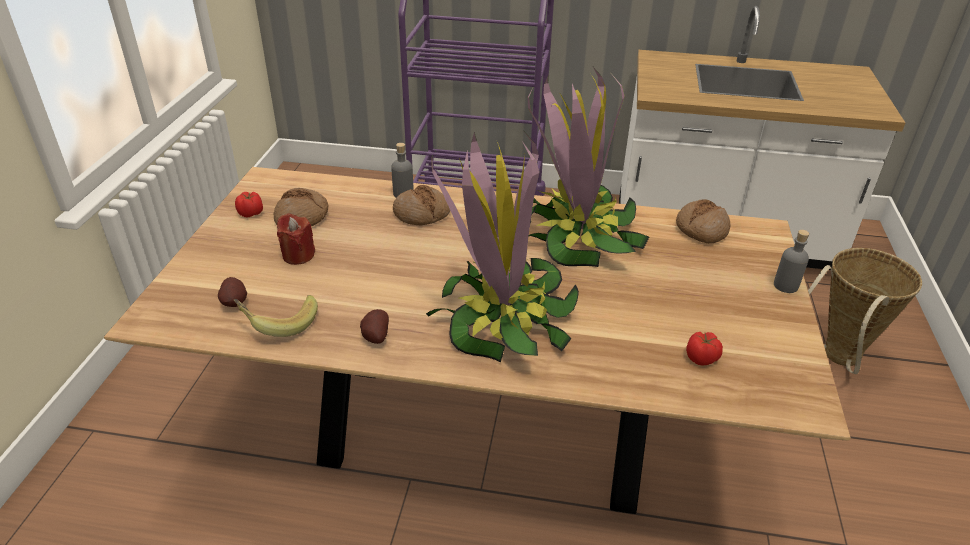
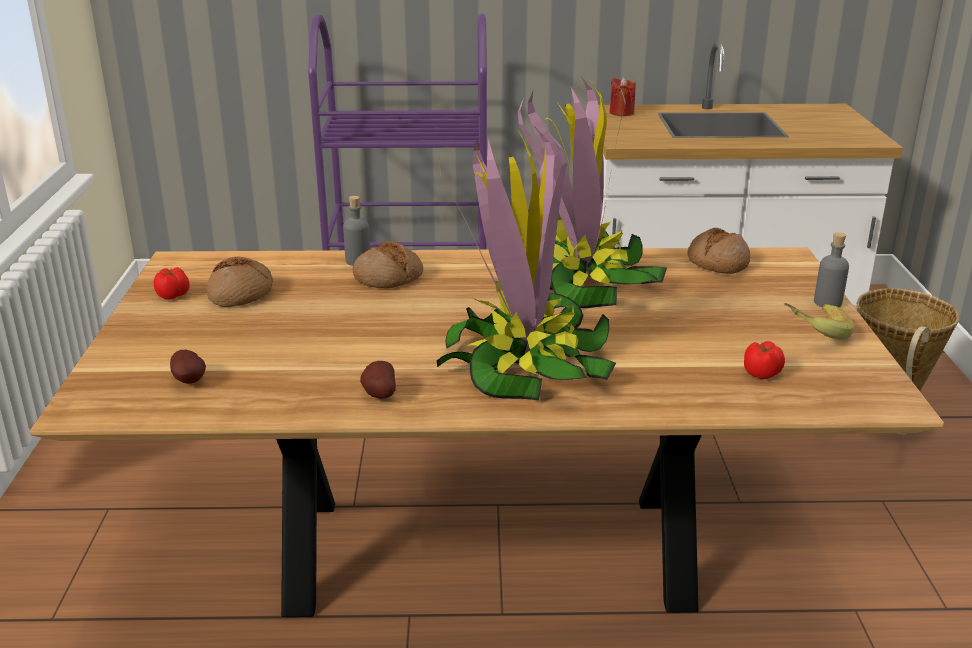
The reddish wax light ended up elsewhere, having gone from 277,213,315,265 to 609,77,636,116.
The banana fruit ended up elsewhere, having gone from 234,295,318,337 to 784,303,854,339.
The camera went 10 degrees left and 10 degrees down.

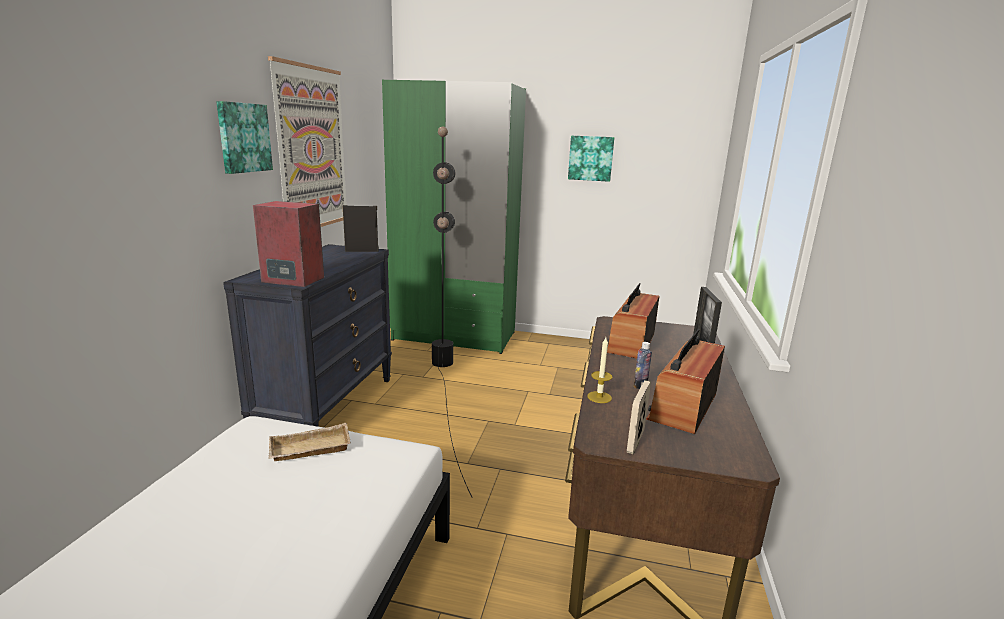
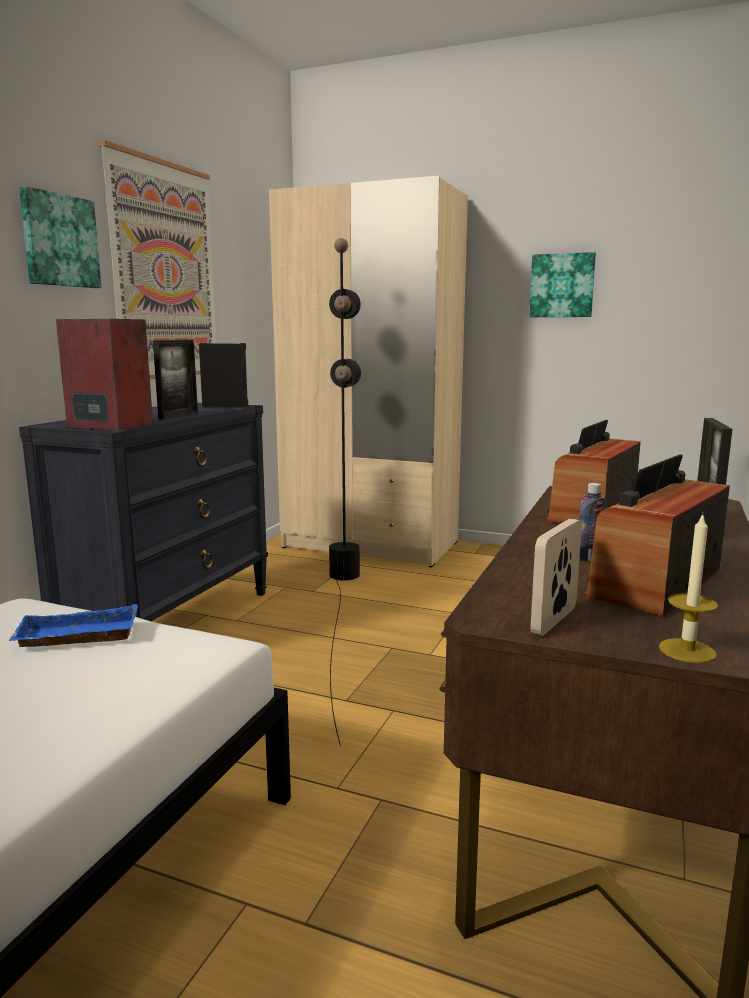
What was the beige tray at 268,423,350,461 turned into the bluish tray at 9,604,138,647.
The second view gained the standing frame at 153,340,198,419.
What was the green-coloured clothes cupboard at 382,80,526,354 turned into the beige clothes cupboard at 269,176,468,567.
The wax light ended up elsewhere, having gone from 587,337,612,403 to 659,512,718,663.
The camera went 10 degrees right and 5 degrees down.

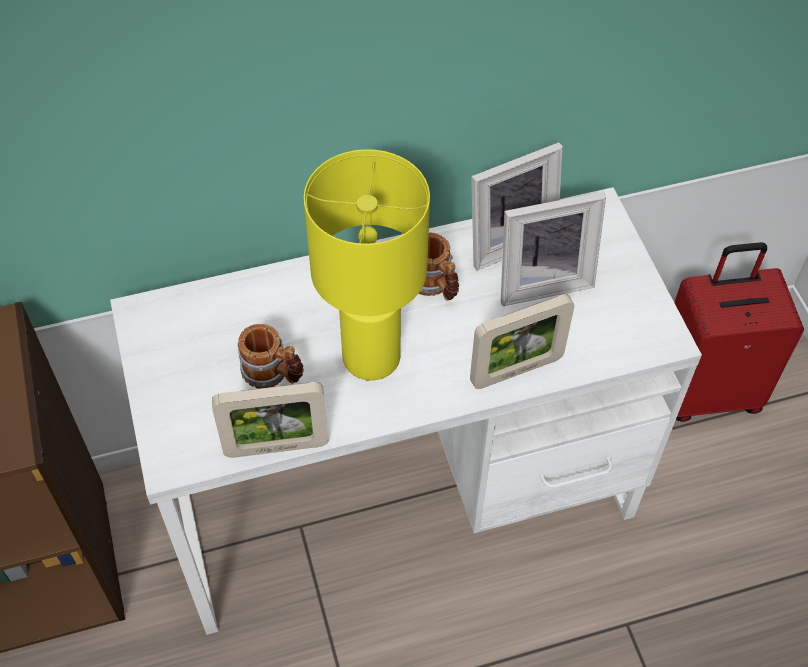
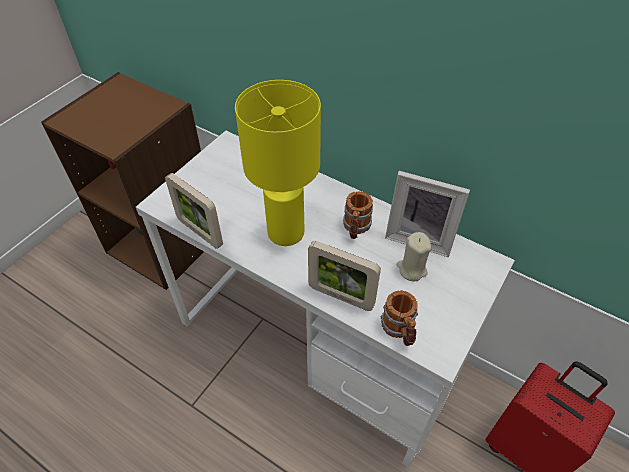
The coffee mug ended up elsewhere, having gone from 238,324,304,389 to 381,290,418,346.
Where the standing frame stood at 501,192,606,306, the beige wax light came to stand at 397,232,432,281.
The camera went 50 degrees right and 5 degrees down.

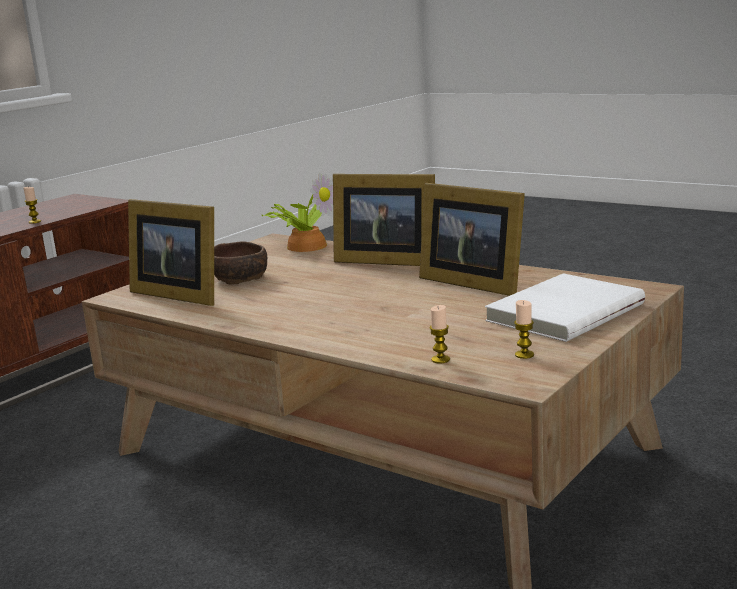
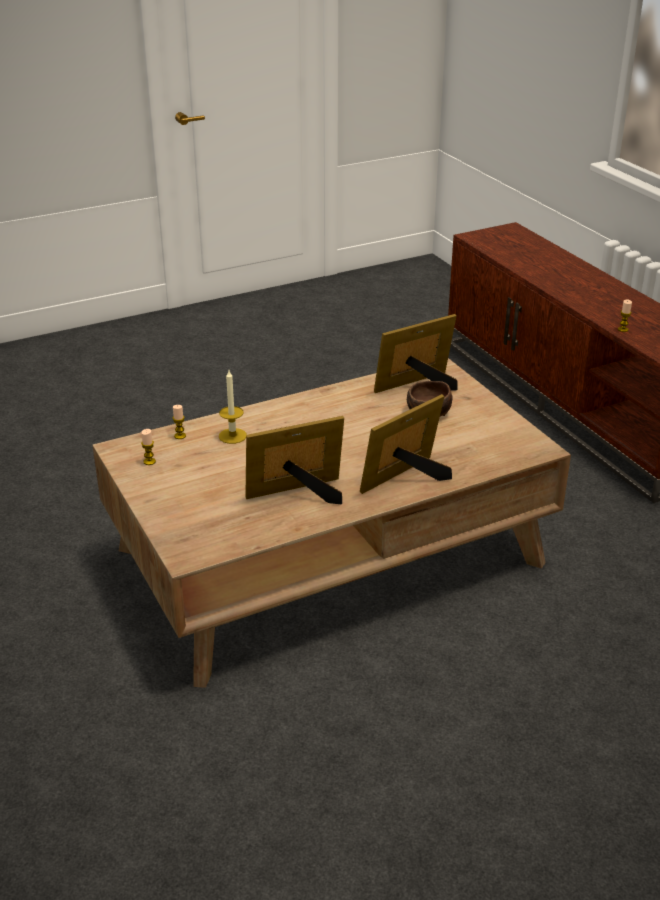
The second view gained the wax light at 219,370,247,444.
The second view lost the houseplant at 261,173,333,252.
The second view lost the whitish book at 485,273,645,342.
The camera went 115 degrees right and 15 degrees up.

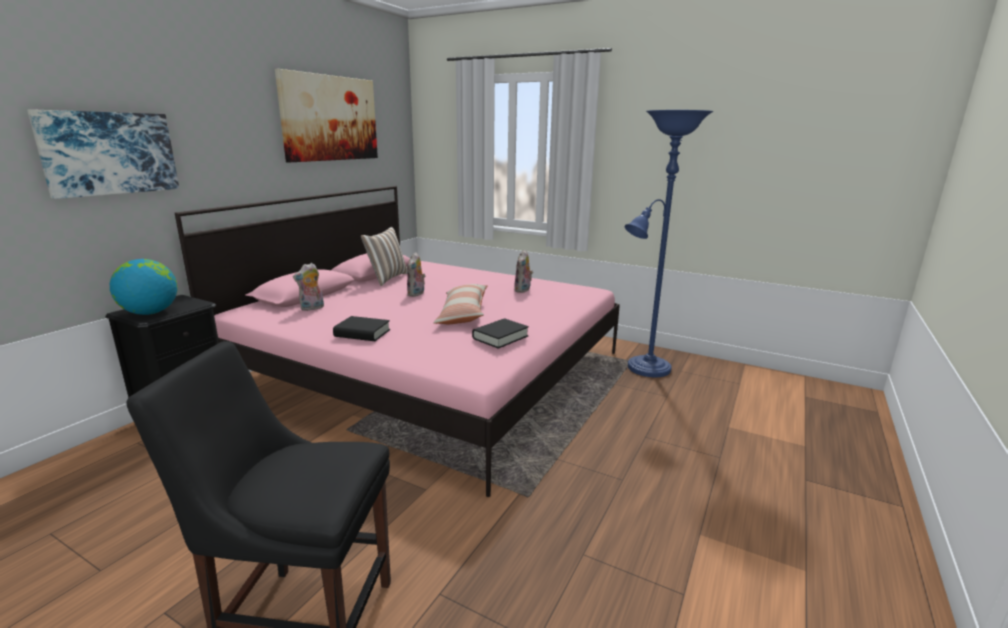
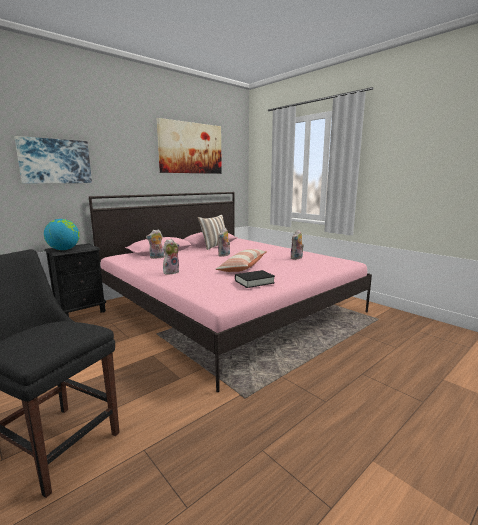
Where the black-coloured book stood at 333,316,390,341, the soft toy came to stand at 163,239,180,275.
The second view lost the bluish standing lamp at 625,110,713,377.
The camera went 20 degrees right and 5 degrees down.

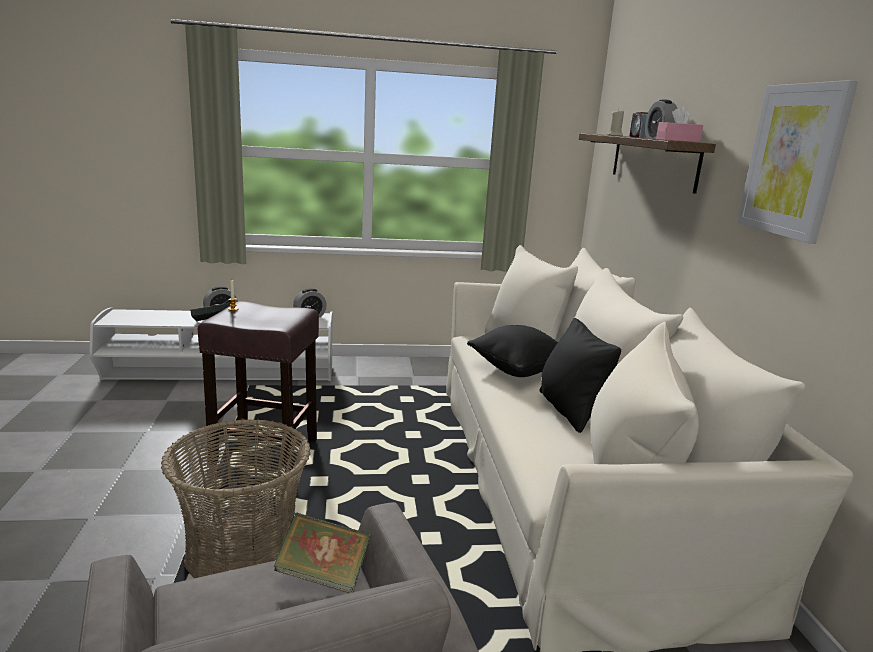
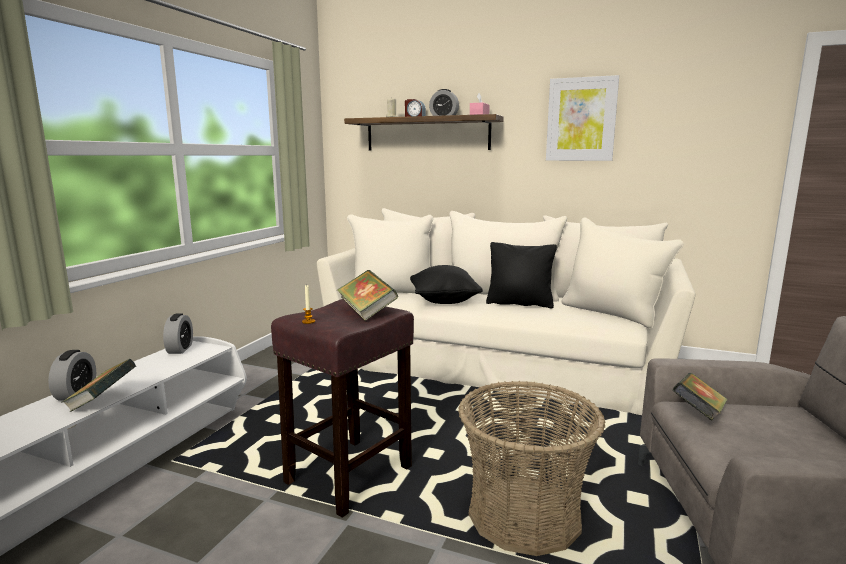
The second view gained the book at 337,270,398,321.
The camera went 60 degrees left and 5 degrees down.

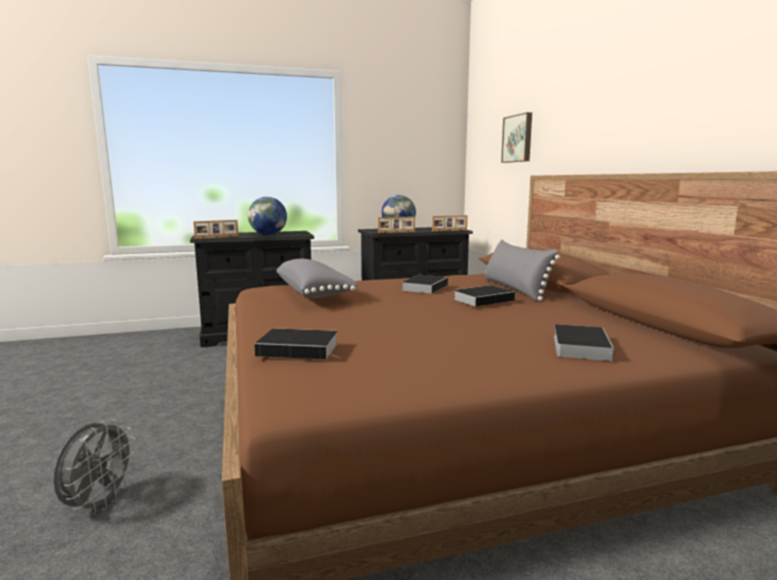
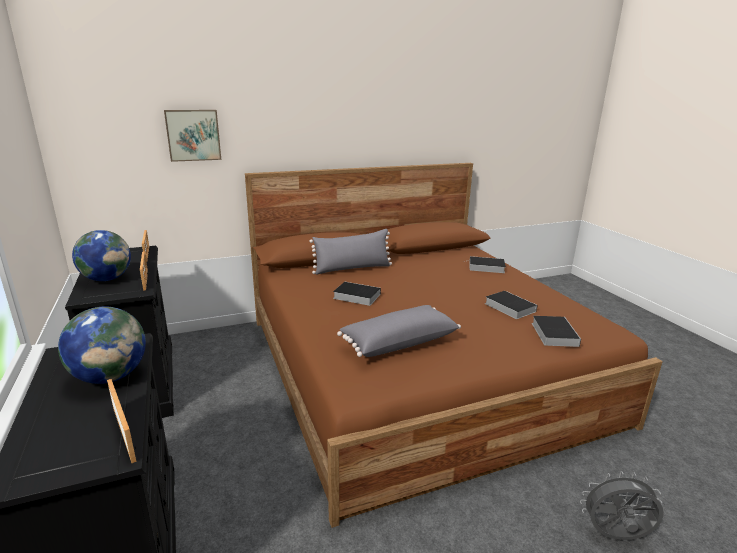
The book ended up elsewhere, having gone from 453,285,515,307 to 485,291,538,319.
The camera went 95 degrees left and 10 degrees up.

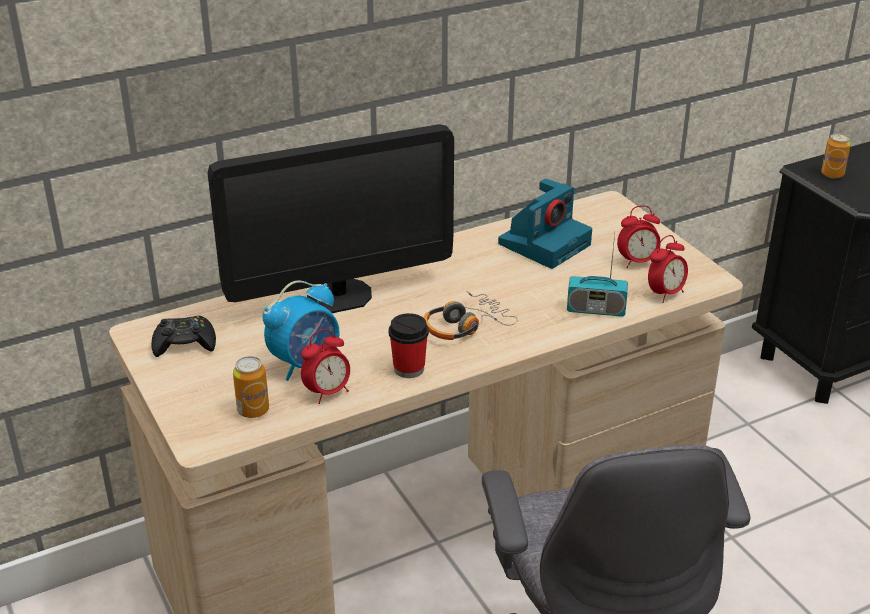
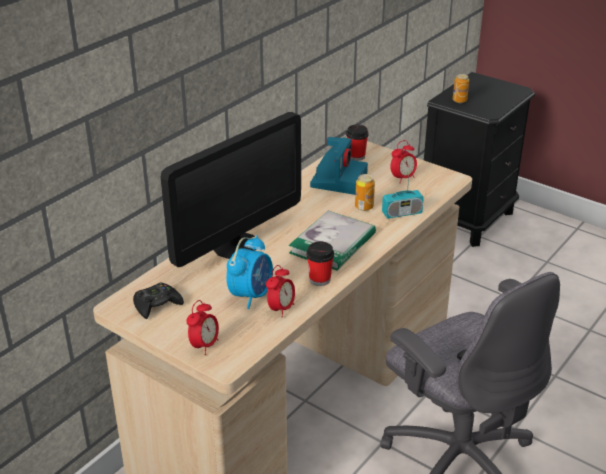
The table clock ended up elsewhere, having gone from 648,235,688,303 to 186,300,219,355.
Where the headphones stood at 424,291,518,340, the book came to stand at 289,211,376,271.
The second view gained the drinking cup at 346,125,369,161.
The can ended up elsewhere, having gone from 233,356,269,418 to 355,174,375,211.
The camera went 25 degrees left and 0 degrees up.

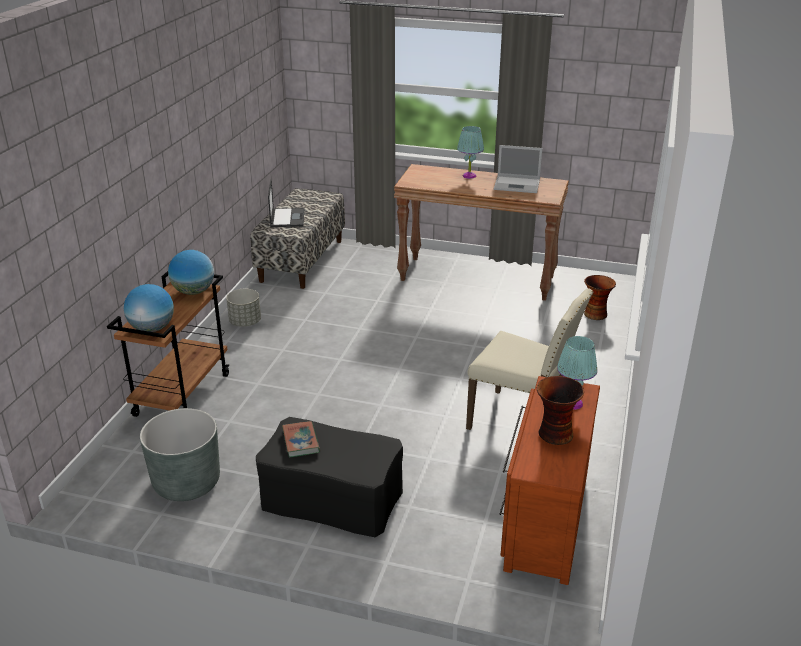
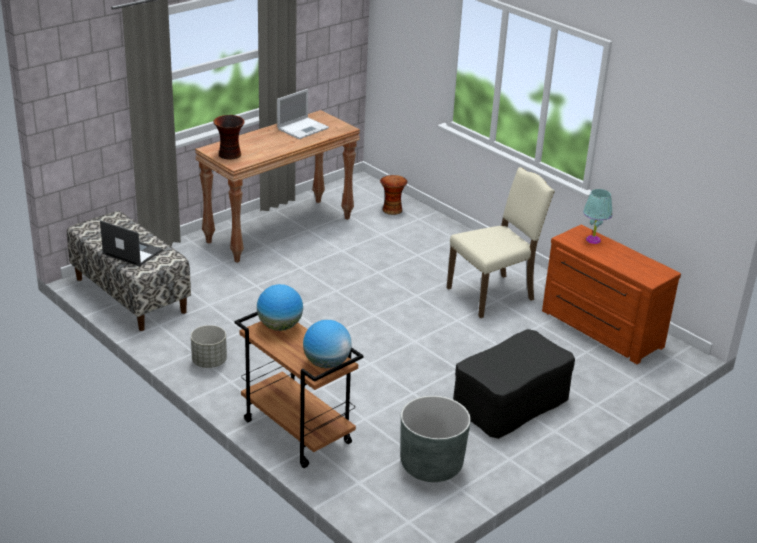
The vase ended up elsewhere, having gone from 537,376,584,445 to 213,115,244,159.
The second view lost the book at 282,421,320,458.
The second view lost the turquoise-coloured lamp for a table at 457,126,484,179.
The camera went 60 degrees left and 0 degrees up.

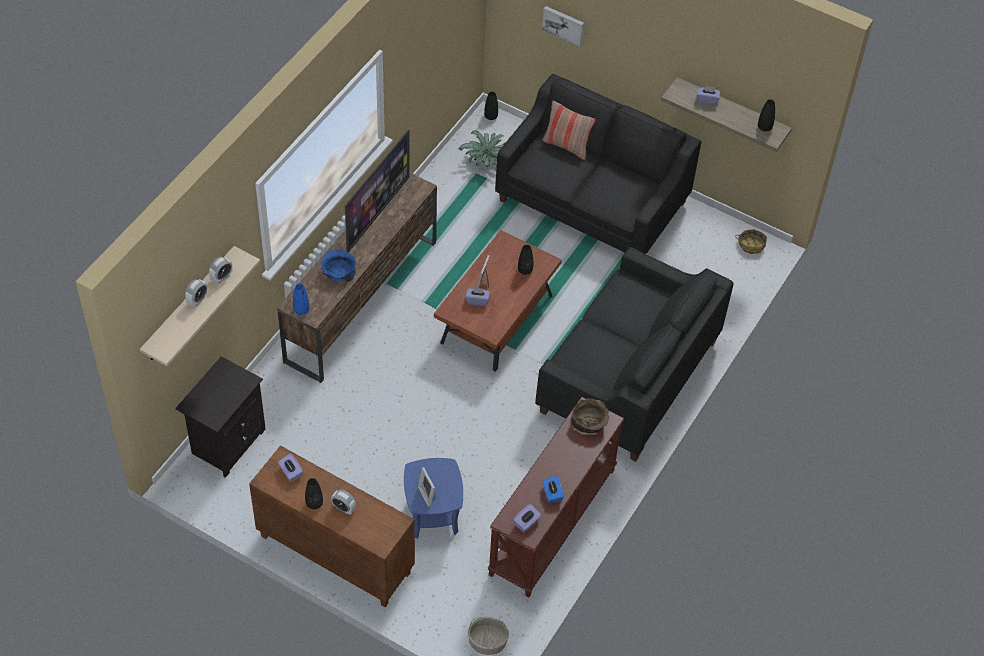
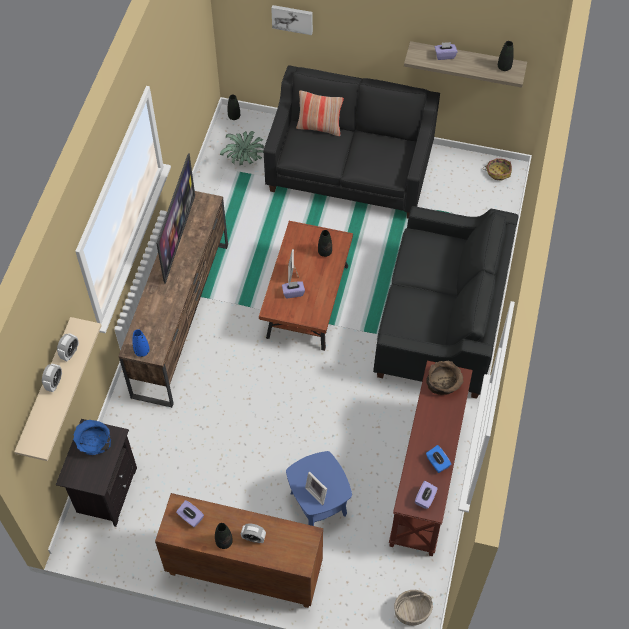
The bluish serving bowl ended up elsewhere, having gone from 321,249,356,282 to 73,420,111,455.
The camera went 15 degrees left and 5 degrees up.

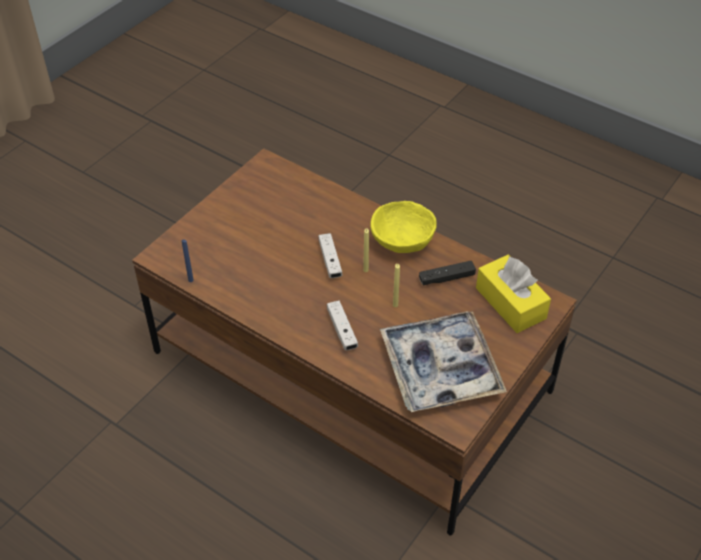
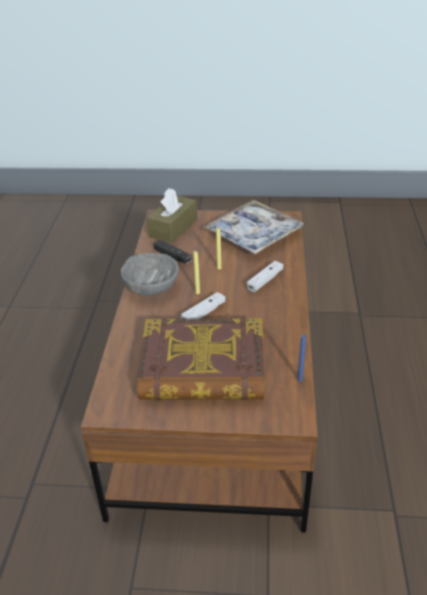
What was the yellowish serving bowl at 370,201,437,253 turned into the greyish serving bowl at 121,253,179,296.
The second view gained the book at 137,317,264,400.
What was the yellowish box of tissues at 476,255,551,333 turned into the brown-coloured box of tissues at 147,188,197,243.
The camera went 120 degrees left and 10 degrees down.

